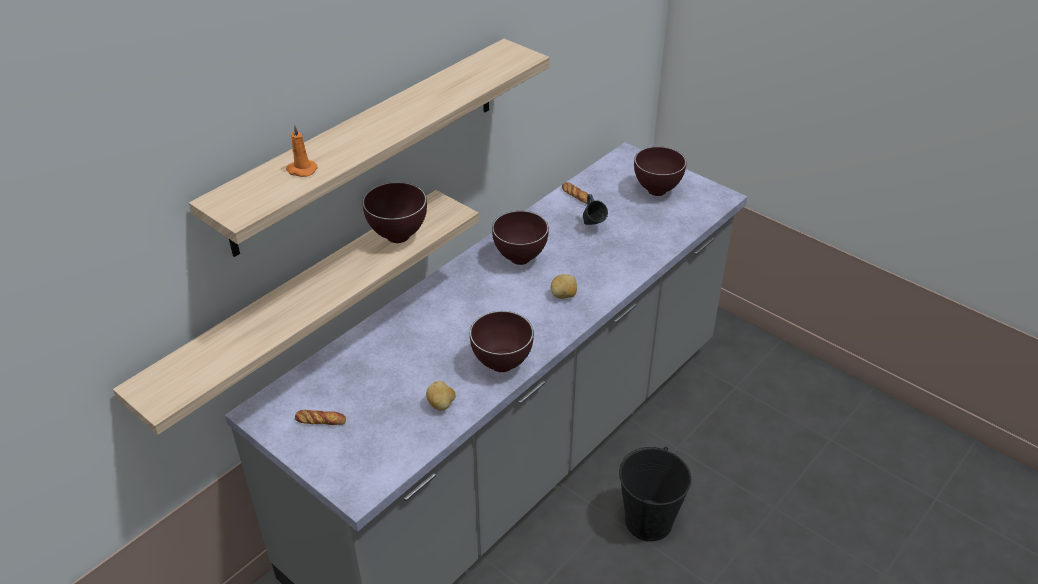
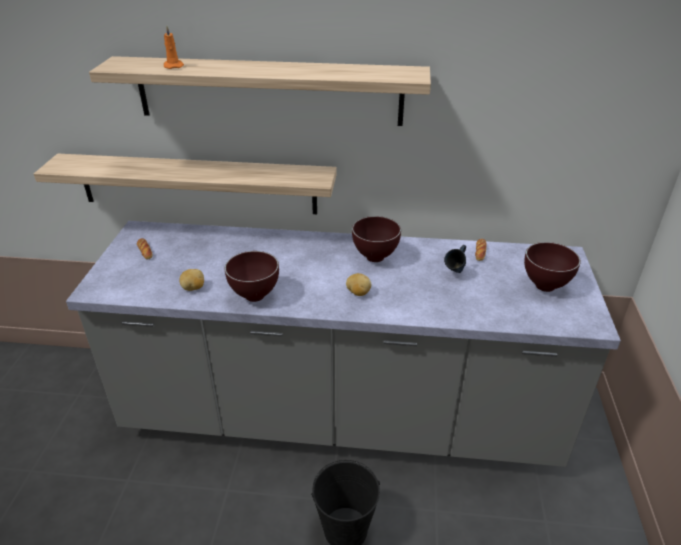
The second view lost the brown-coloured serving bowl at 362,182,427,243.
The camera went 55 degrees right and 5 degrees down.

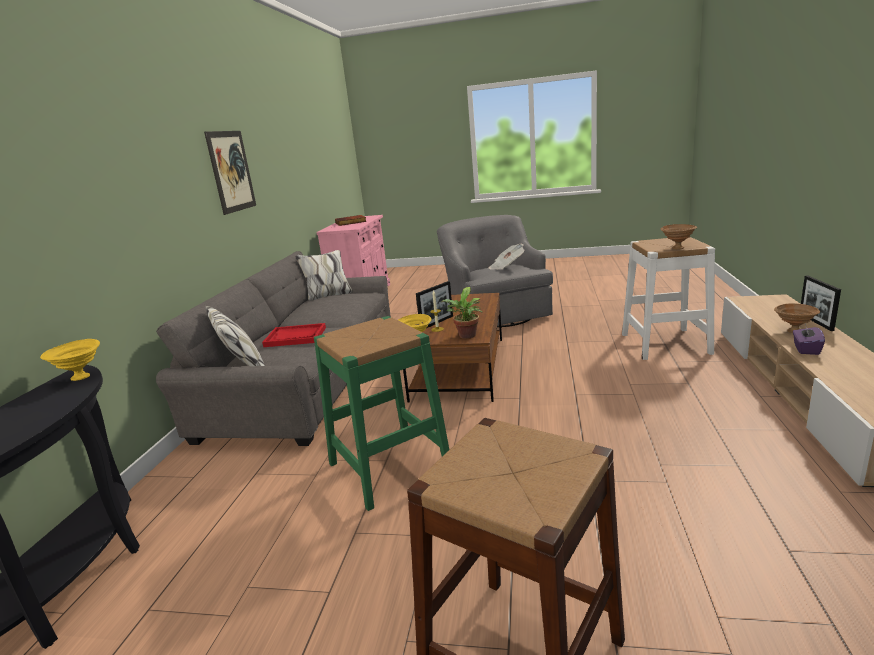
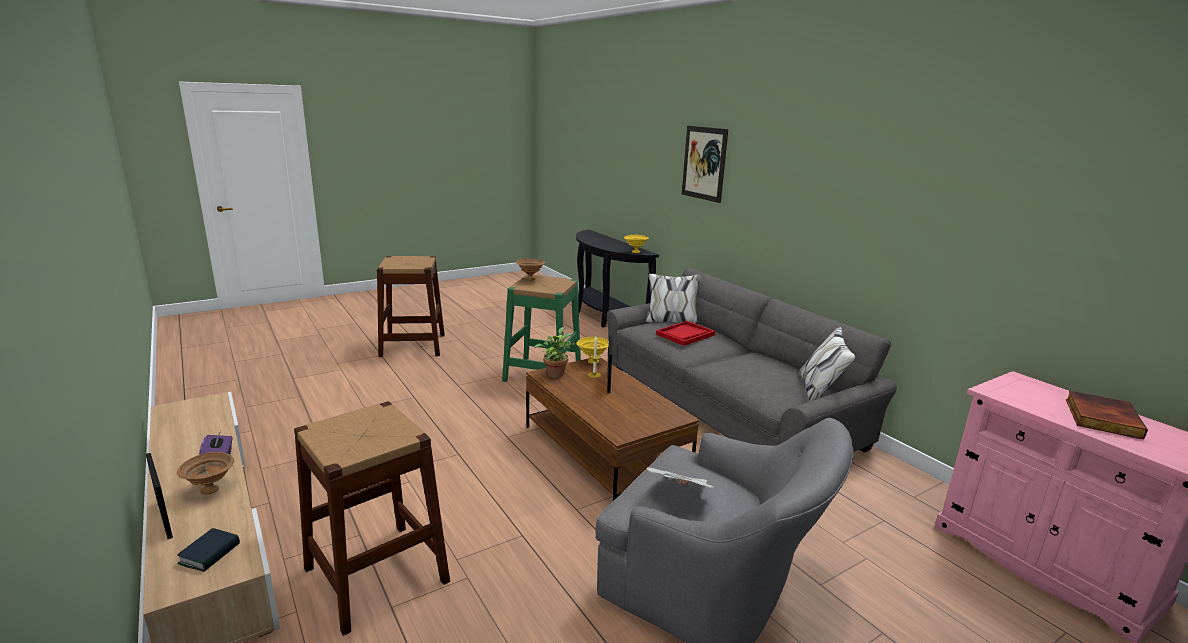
The second view gained the book at 177,528,240,572.
What was the whitish sitting stool at 622,237,715,360 turned into the brown-coloured sitting stool at 294,401,450,636.
The brown-coloured serving bowl ended up elsewhere, having gone from 660,224,697,249 to 516,258,545,280.
The wall art ended up elsewhere, having gone from 204,131,256,215 to 682,126,728,203.
The camera went 135 degrees right and 0 degrees up.

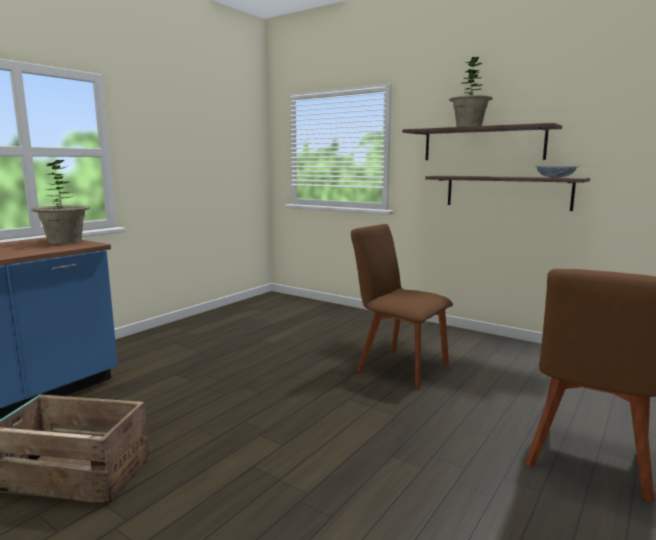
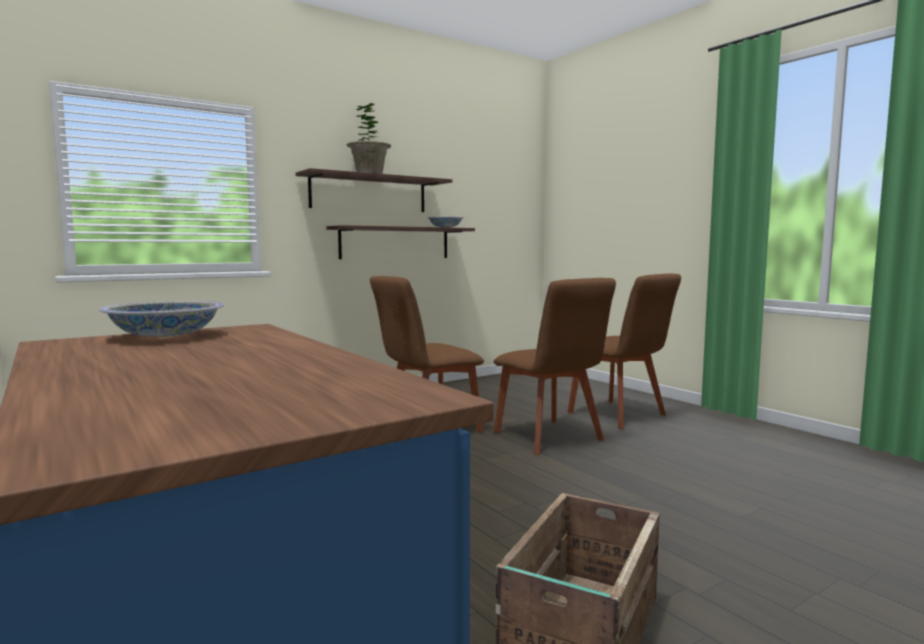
Where the houseplant stood at 31,160,90,244, the serving bowl came to stand at 99,301,224,337.
The second view gained the brown-coloured upright chair at 494,278,616,455.
The camera went 70 degrees left and 5 degrees down.

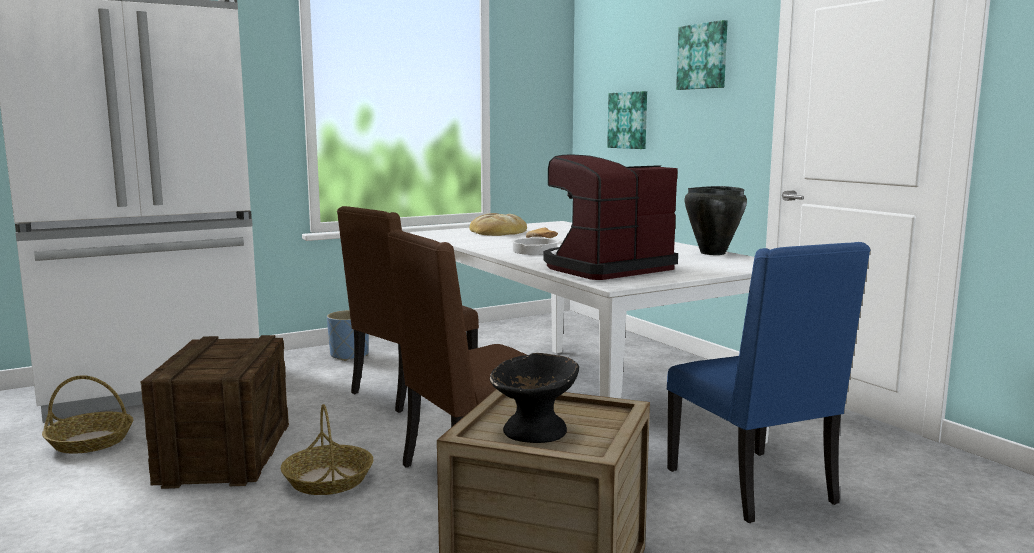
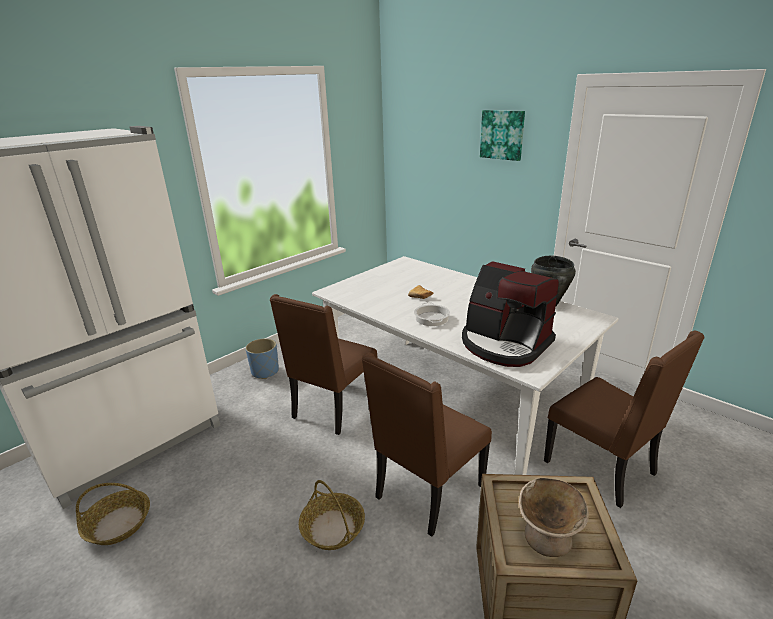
The coffee brewer at 543,155,678,280 ended up facing another way, 90 degrees counterclockwise from before.
What was the black-coloured serving bowl at 490,353,579,443 turned into the beige serving bowl at 519,478,589,557.
What was the bluish upright chair at 667,242,870,523 turned into the brown-coloured upright chair at 544,330,705,508.
The second view lost the packing crate at 141,335,289,489.
The second view lost the bakery bread at 469,213,527,236.
The second view lost the wall art at 607,91,647,149.
The camera went 15 degrees left and 15 degrees up.

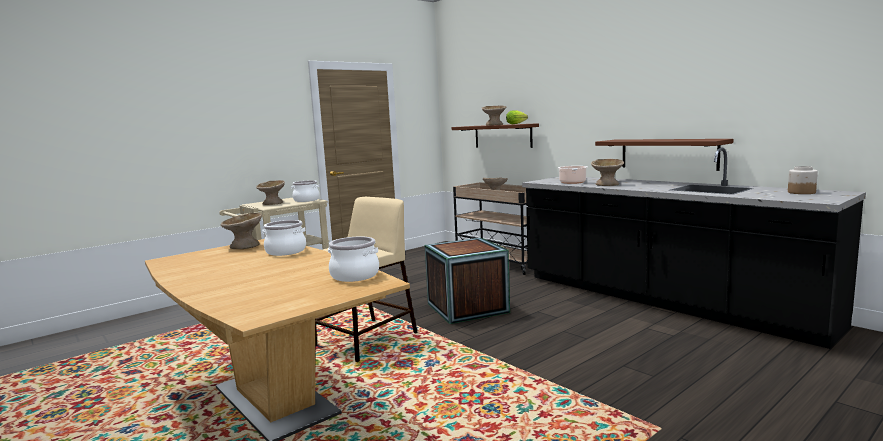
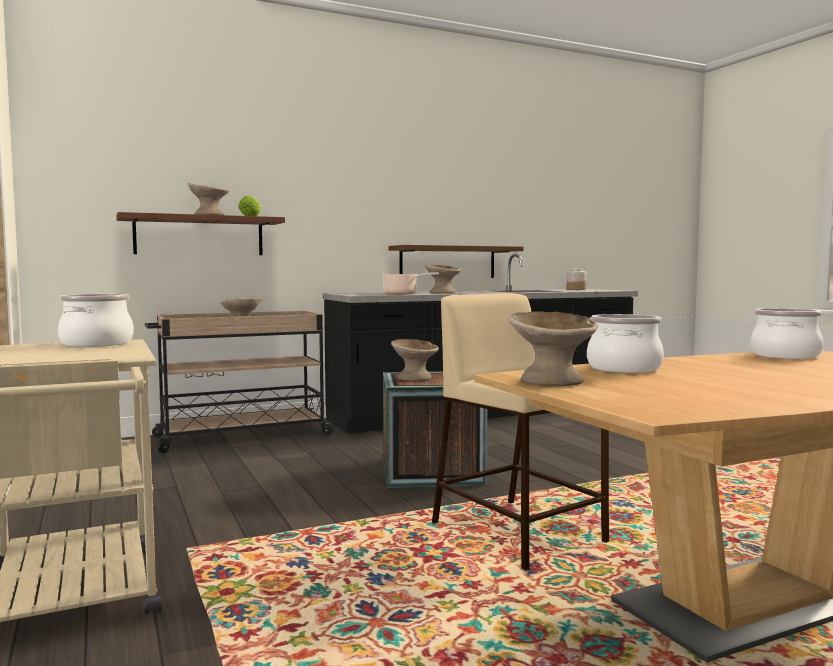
The beige serving bowl ended up elsewhere, having gone from 256,180,285,205 to 391,339,439,381.
The camera went 75 degrees left and 5 degrees down.

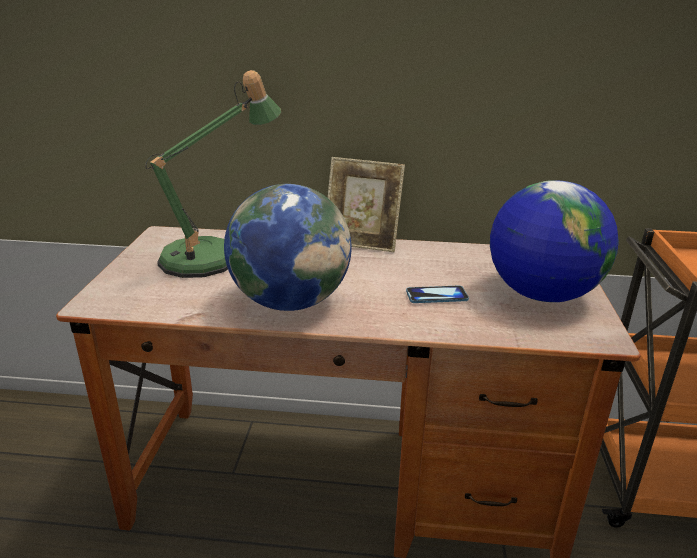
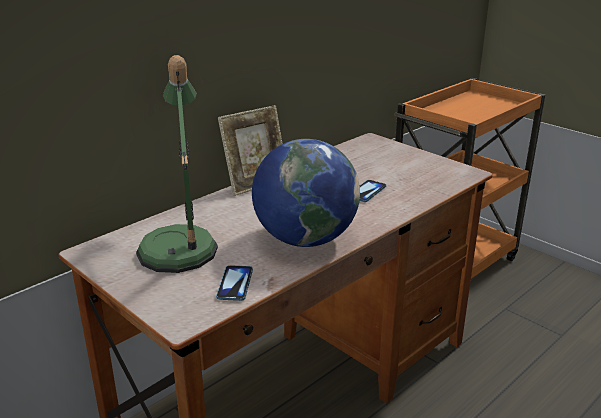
The second view gained the telephone at 216,265,253,301.
The second view lost the world globe at 490,180,619,302.
The camera went 50 degrees left and 0 degrees up.

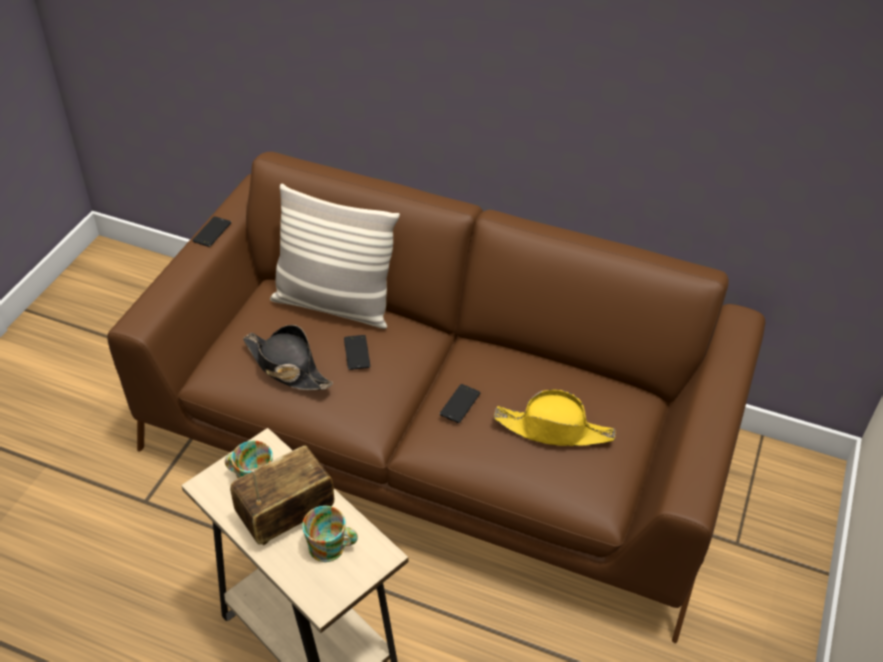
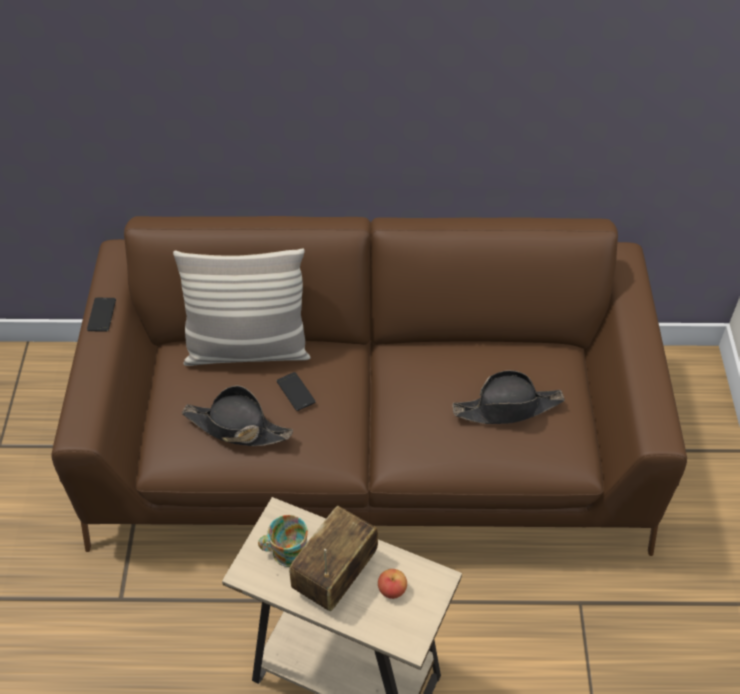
Where the coffee mug stood at 302,506,358,562, the apple came to stand at 378,569,407,599.
What was the yellowish hat at 494,390,616,446 turned into the black-coloured hat at 452,370,565,424.
The second view lost the telephone at 440,384,480,423.
The camera went 20 degrees left and 5 degrees up.

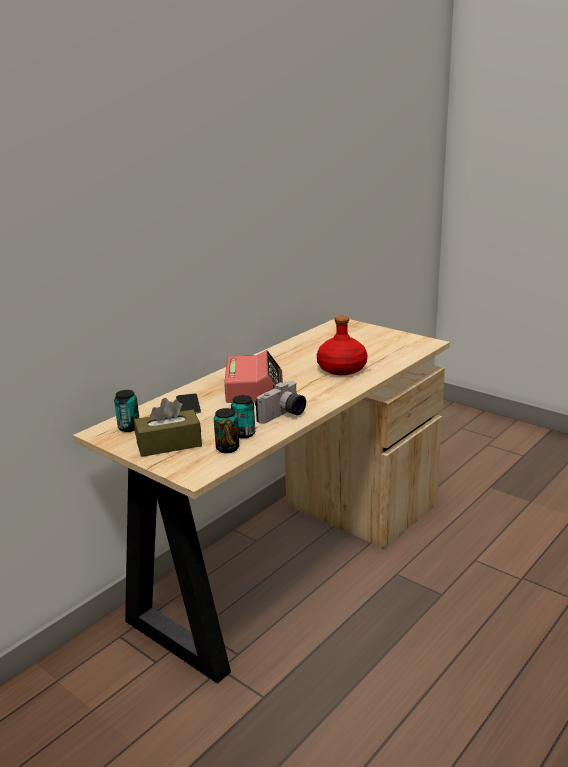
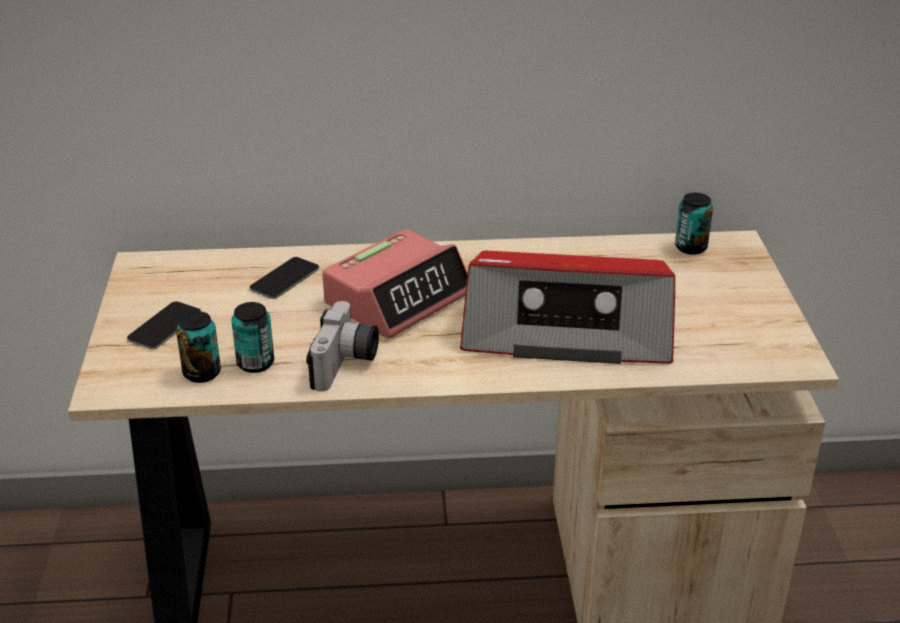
Where the brown-coloured box of tissues stood at 134,398,202,457, the telephone came to stand at 127,301,201,349.
The photo camera at 255,381,306,424 ended up facing another way, 75 degrees counterclockwise from before.
Where the reddish bottle stood at 317,316,367,375, the radio receiver came to stand at 460,251,675,364.
The can ended up elsewhere, having gone from 114,390,139,432 to 675,193,713,255.
The camera went 45 degrees right and 10 degrees up.

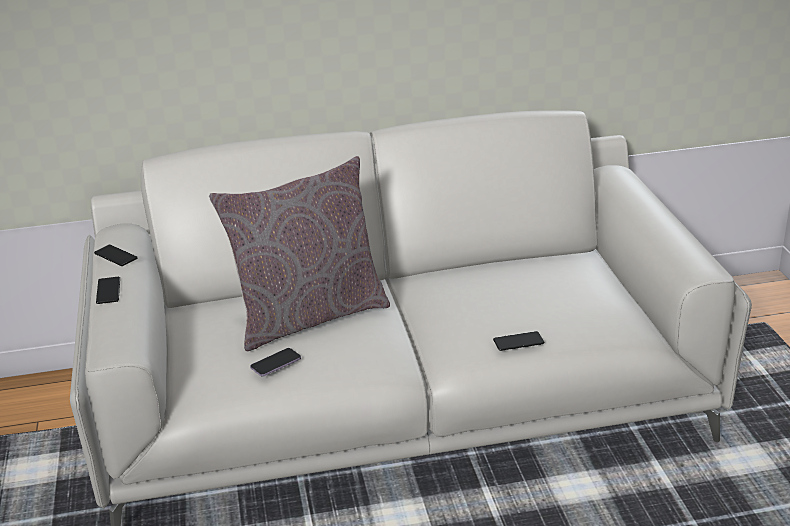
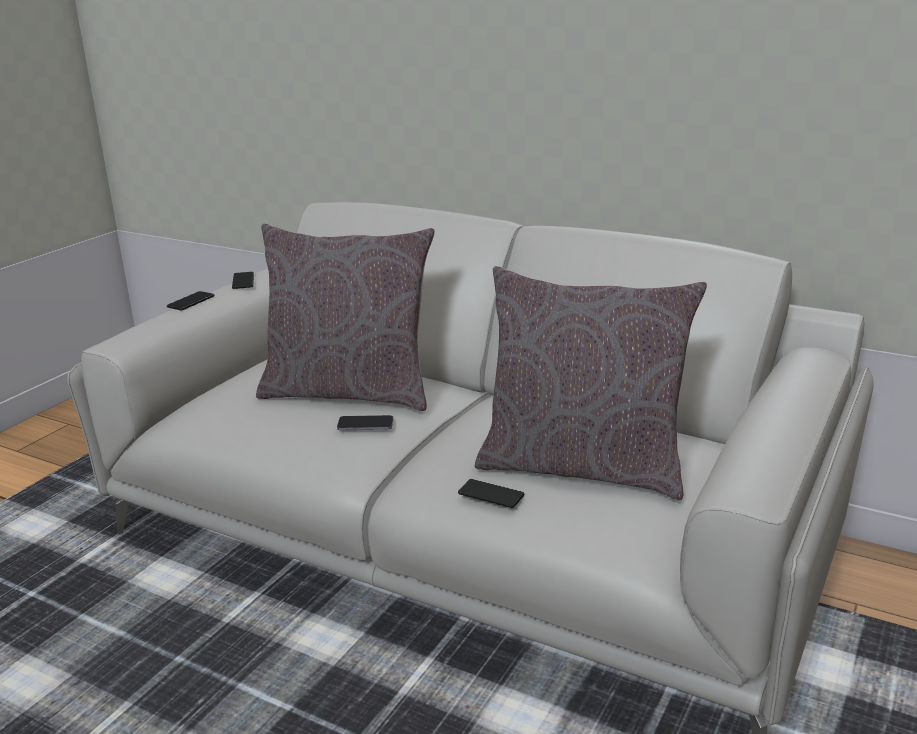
The telephone ended up elsewhere, having gone from 250,348,301,376 to 337,415,393,430.
The second view gained the greyish throw pillow at 475,266,707,500.
The camera went 40 degrees right and 5 degrees down.

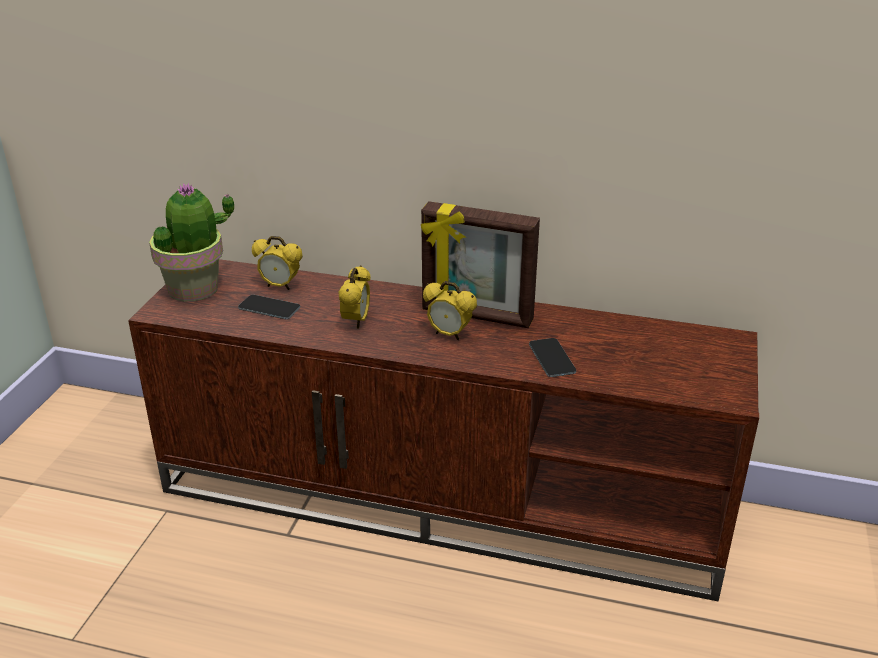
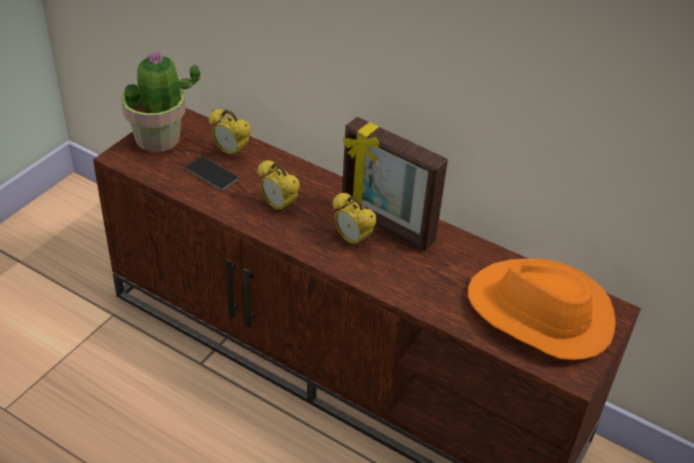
The table clock at 338,266,371,329 ended up facing another way, 105 degrees clockwise from before.
The second view gained the orange hat at 468,258,616,360.
The second view lost the telephone at 529,338,576,377.
The camera went 15 degrees right and 10 degrees up.

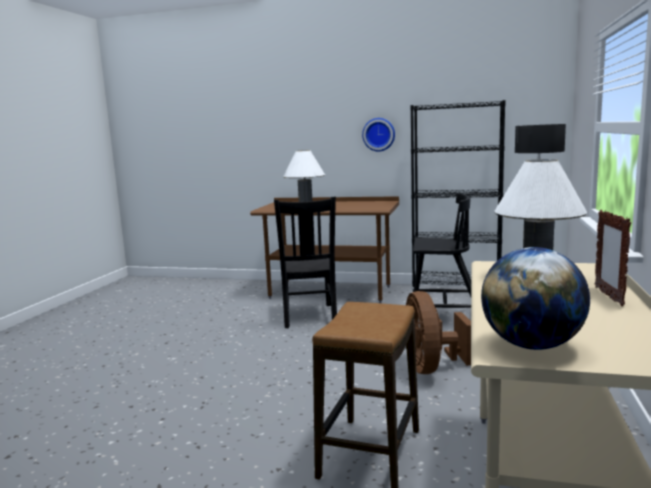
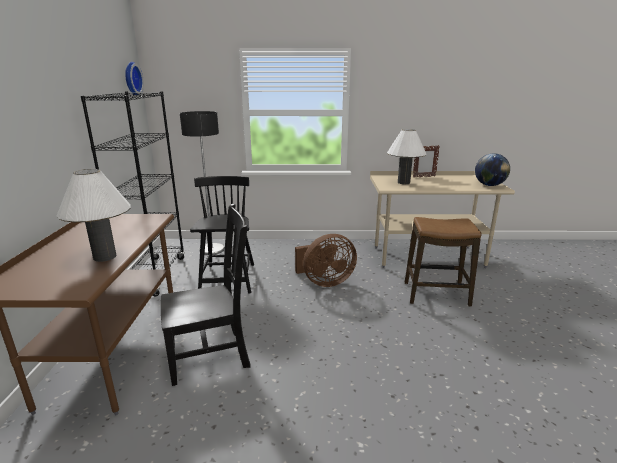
The clock on the wall ended up elsewhere, having gone from 362,118,395,152 to 125,62,144,94.
The camera went 105 degrees left and 10 degrees up.

